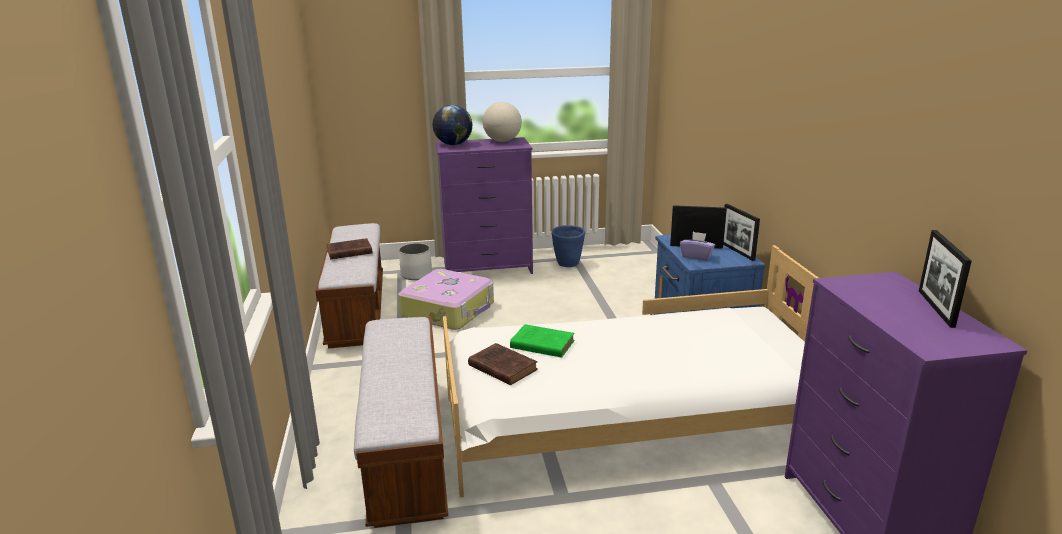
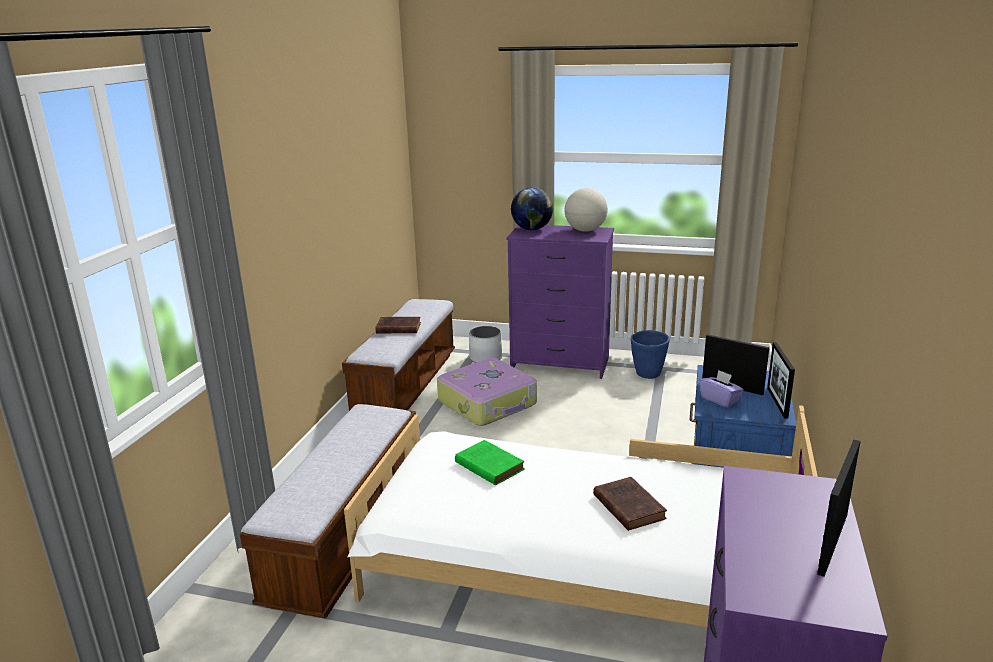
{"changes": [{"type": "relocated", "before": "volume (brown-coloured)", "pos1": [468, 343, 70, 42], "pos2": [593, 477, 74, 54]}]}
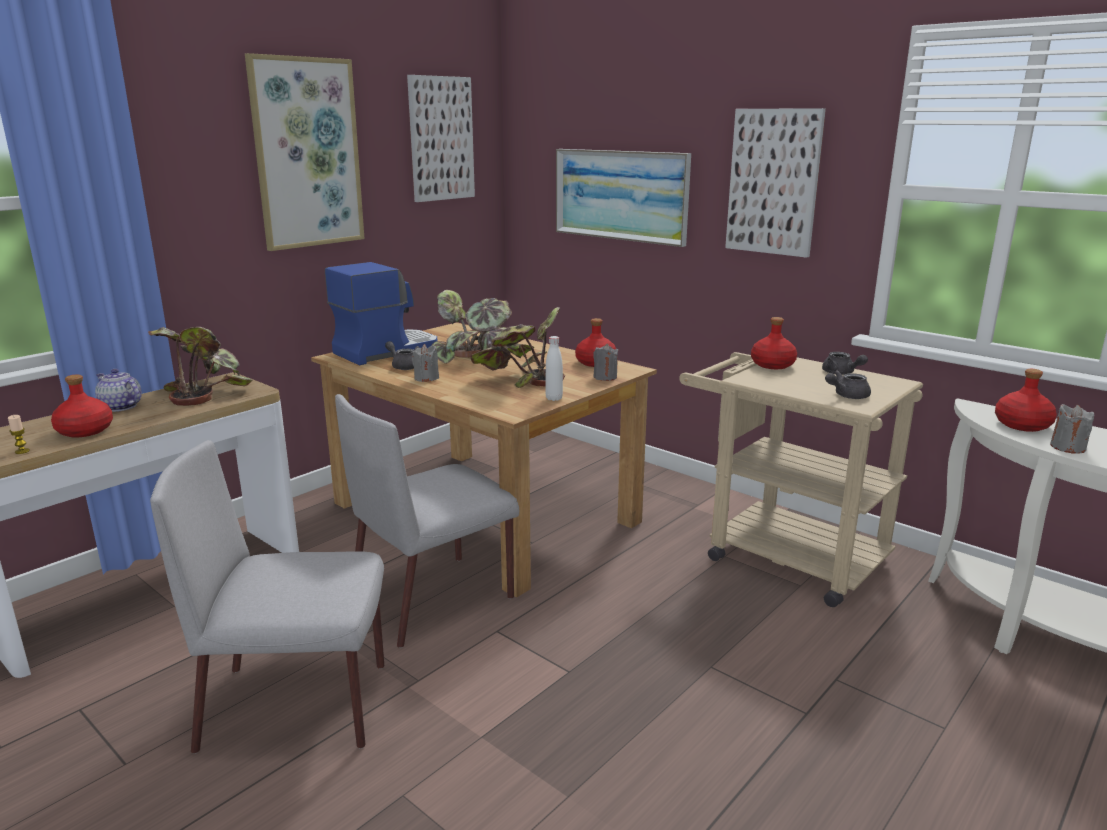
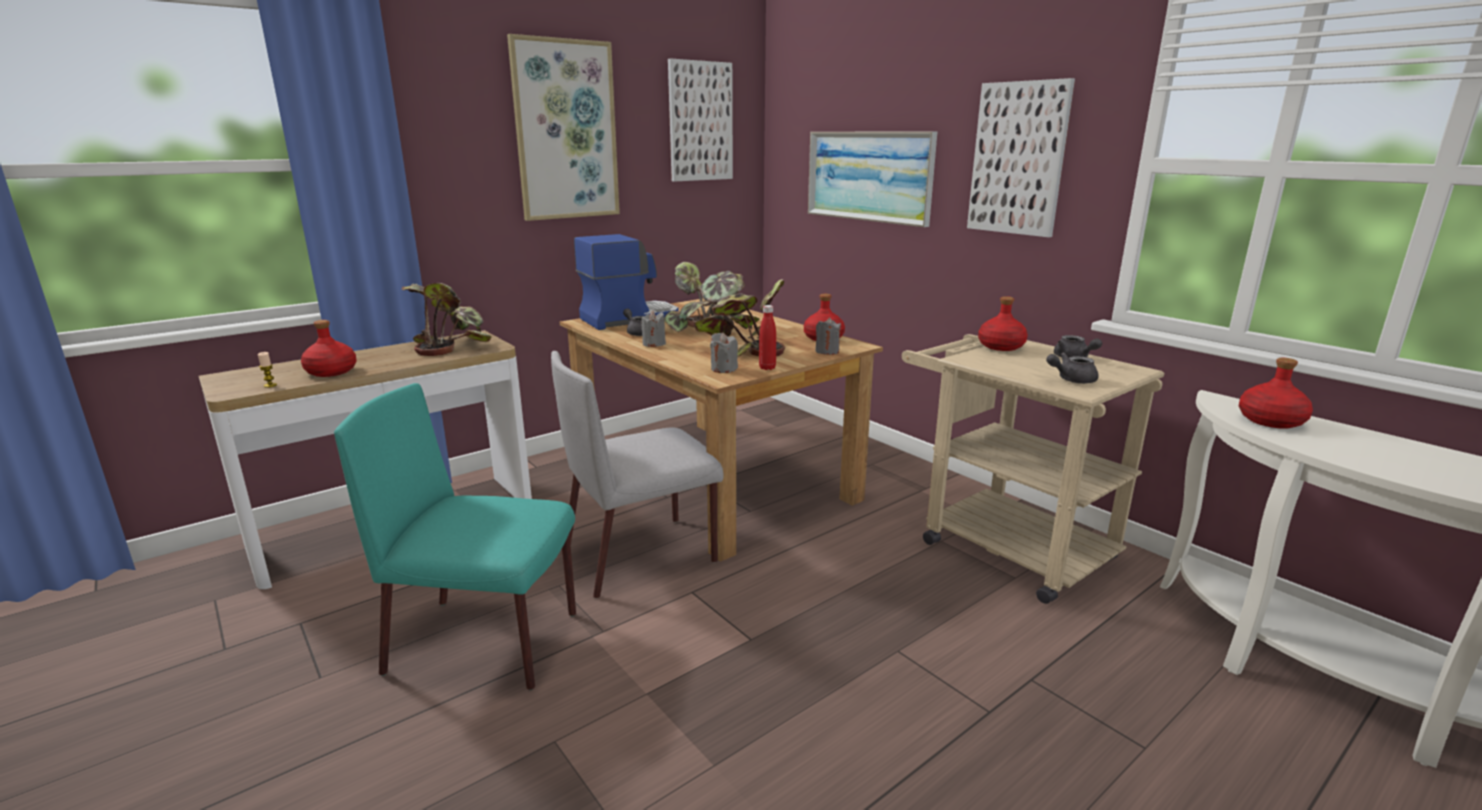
{"changes": [{"type": "missing", "before": "teapot", "pos1": [95, 369, 47, 43]}, {"type": "colour", "before": "chair (grey)", "after": "chair (blue-green)", "pos1": [150, 440, 234, 314], "pos2": [334, 383, 242, 307]}, {"type": "colour", "before": "bottle (whitish)", "after": "bottle (red-coloured)", "pos1": [546, 336, 17, 65], "pos2": [759, 305, 17, 65]}, {"type": "relocated", "before": "candle (grey)", "pos1": [1050, 404, 44, 50], "pos2": [710, 332, 28, 41]}]}
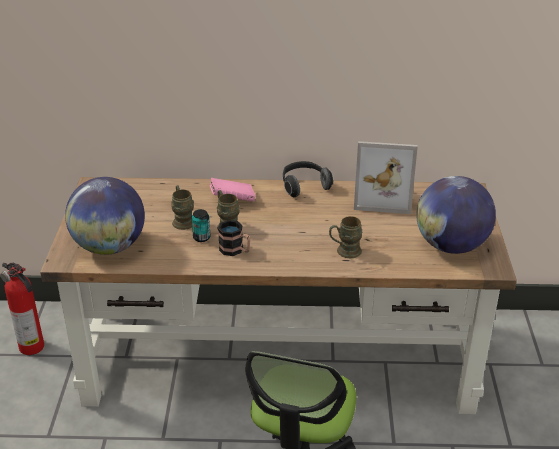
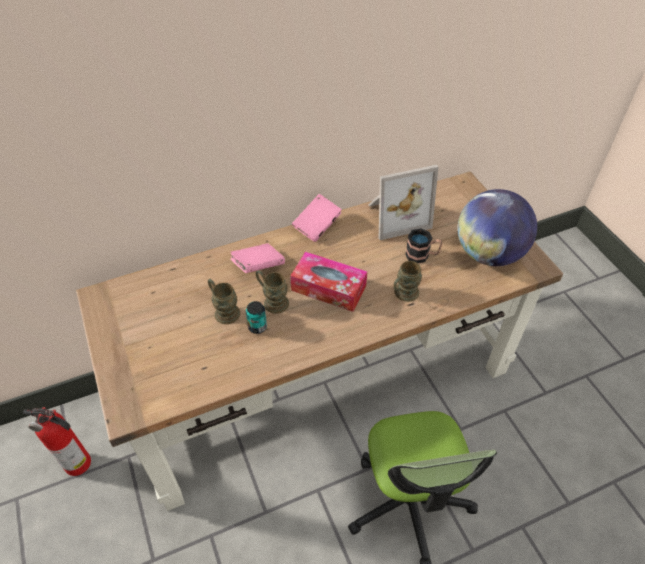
{"changes": [{"type": "missing", "before": "world globe", "pos1": [65, 177, 80, 78]}, {"type": "relocated", "before": "tea mug", "pos1": [218, 220, 32, 36], "pos2": [405, 228, 37, 35]}, {"type": "exchanged", "before": "pair of headphones", "after": "volume (pink)", "pos1": [283, 161, 50, 36], "pos2": [292, 194, 50, 48]}, {"type": "appeared", "after": "tissue box", "pos2": [290, 252, 77, 60]}]}
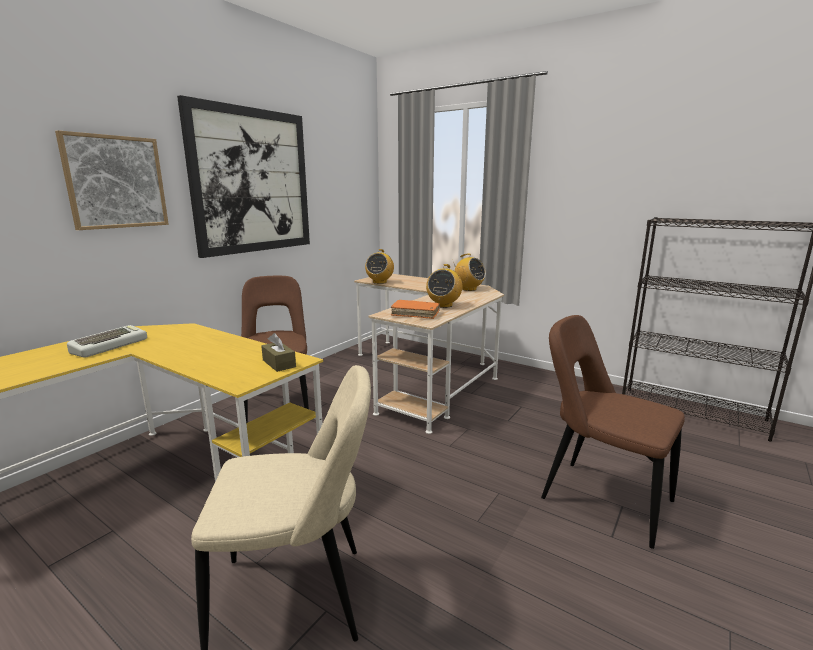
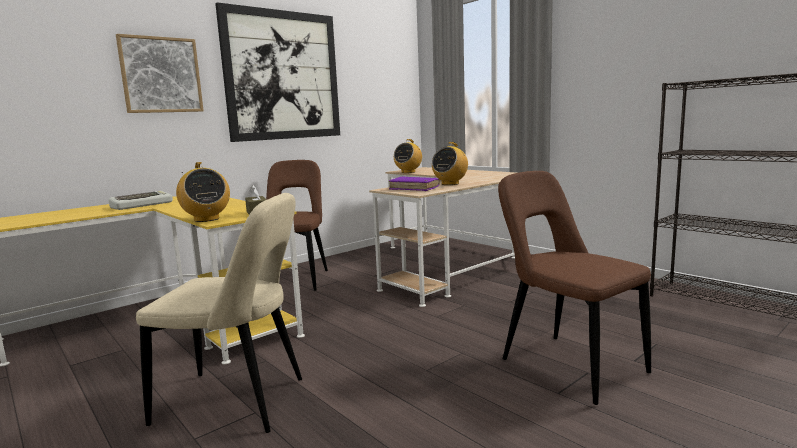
{"changes": [{"type": "colour", "before": "volume (orange)", "after": "volume (purple-coloured)", "pos1": [391, 300, 49, 19], "pos2": [389, 176, 51, 15]}, {"type": "relocated", "before": "radio set", "pos1": [452, 254, 34, 37], "pos2": [176, 162, 54, 60]}]}
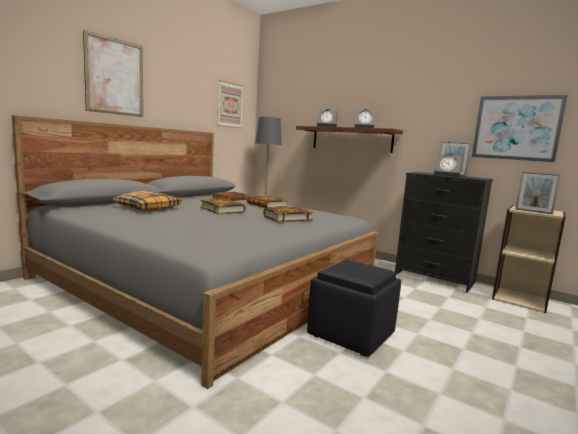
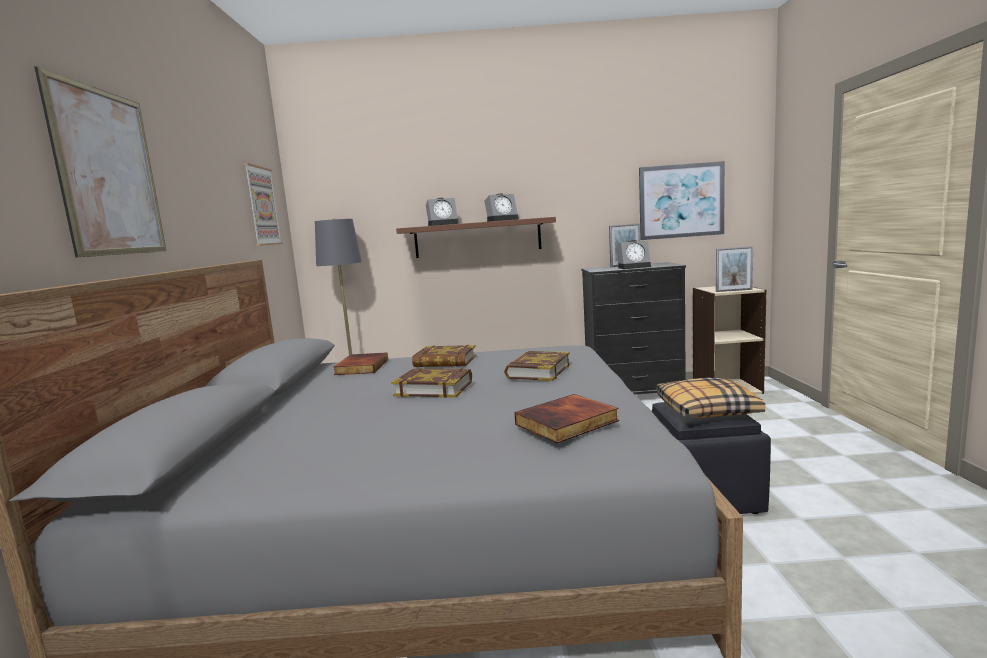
{"changes": [{"type": "relocated", "before": "pillow", "pos1": [113, 191, 69, 20], "pos2": [657, 377, 108, 41]}, {"type": "appeared", "after": "volume", "pos2": [514, 394, 105, 49]}]}
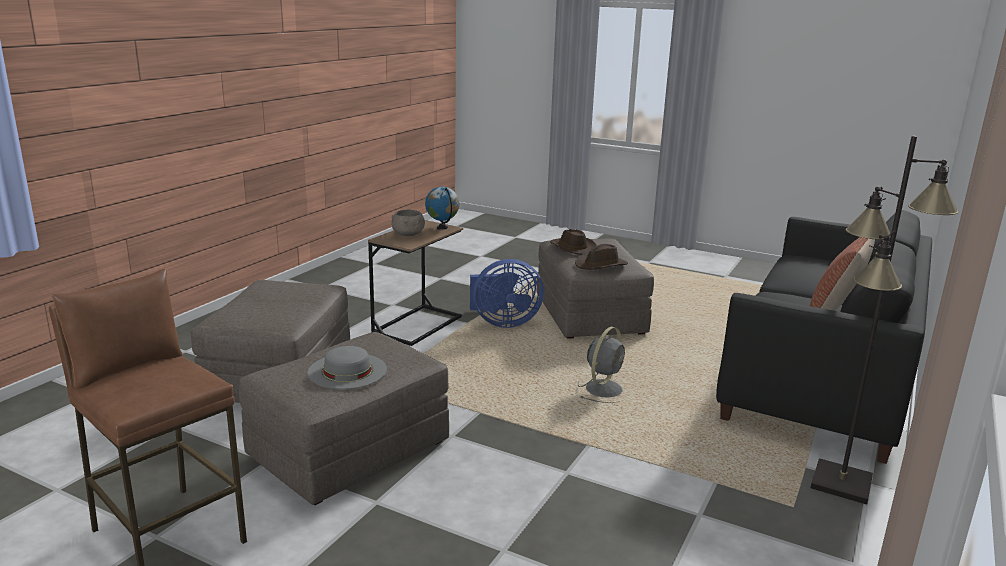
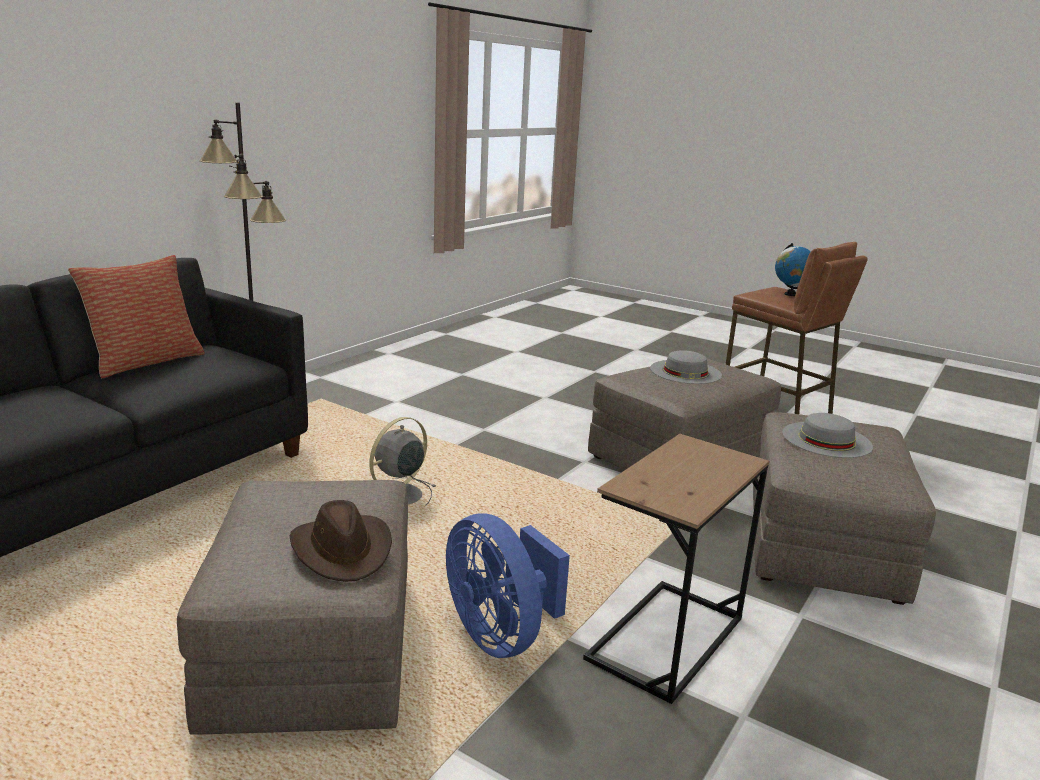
{"changes": [{"type": "missing", "before": "serving bowl (grey)", "pos1": [392, 209, 33, 27]}, {"type": "relocated", "before": "world globe", "pos1": [425, 187, 34, 43], "pos2": [775, 243, 36, 53]}, {"type": "spun", "before": "cooling fan (blue-coloured)", "pos1": [470, 259, 74, 69], "pos2": [446, 513, 124, 145], "turn": -120}, {"type": "missing", "before": "clothing hat (brown-coloured)", "pos1": [575, 244, 53, 26]}, {"type": "appeared", "after": "clothing hat (grey)", "pos2": [782, 413, 91, 45]}]}
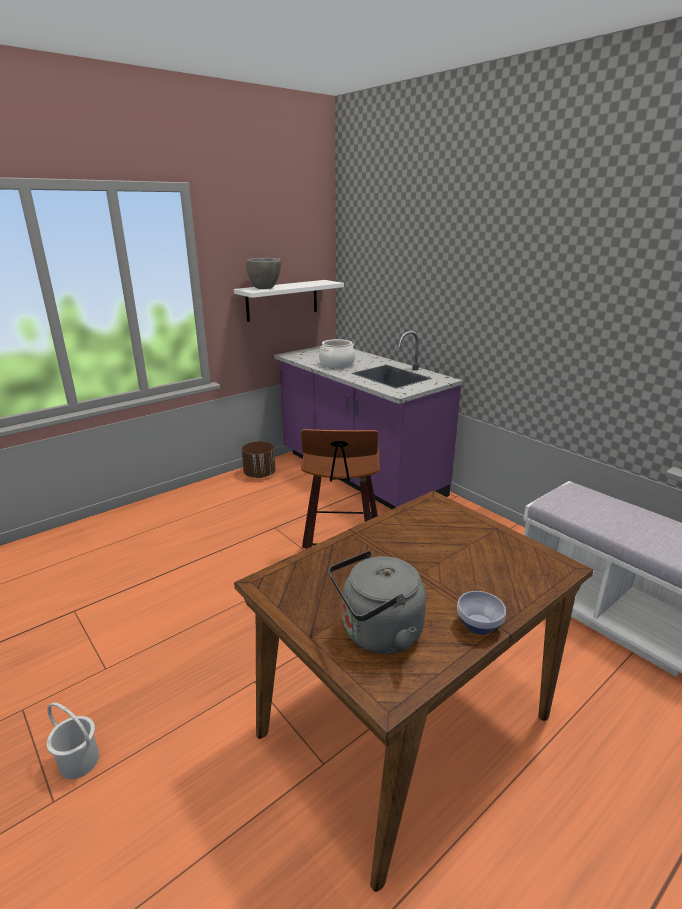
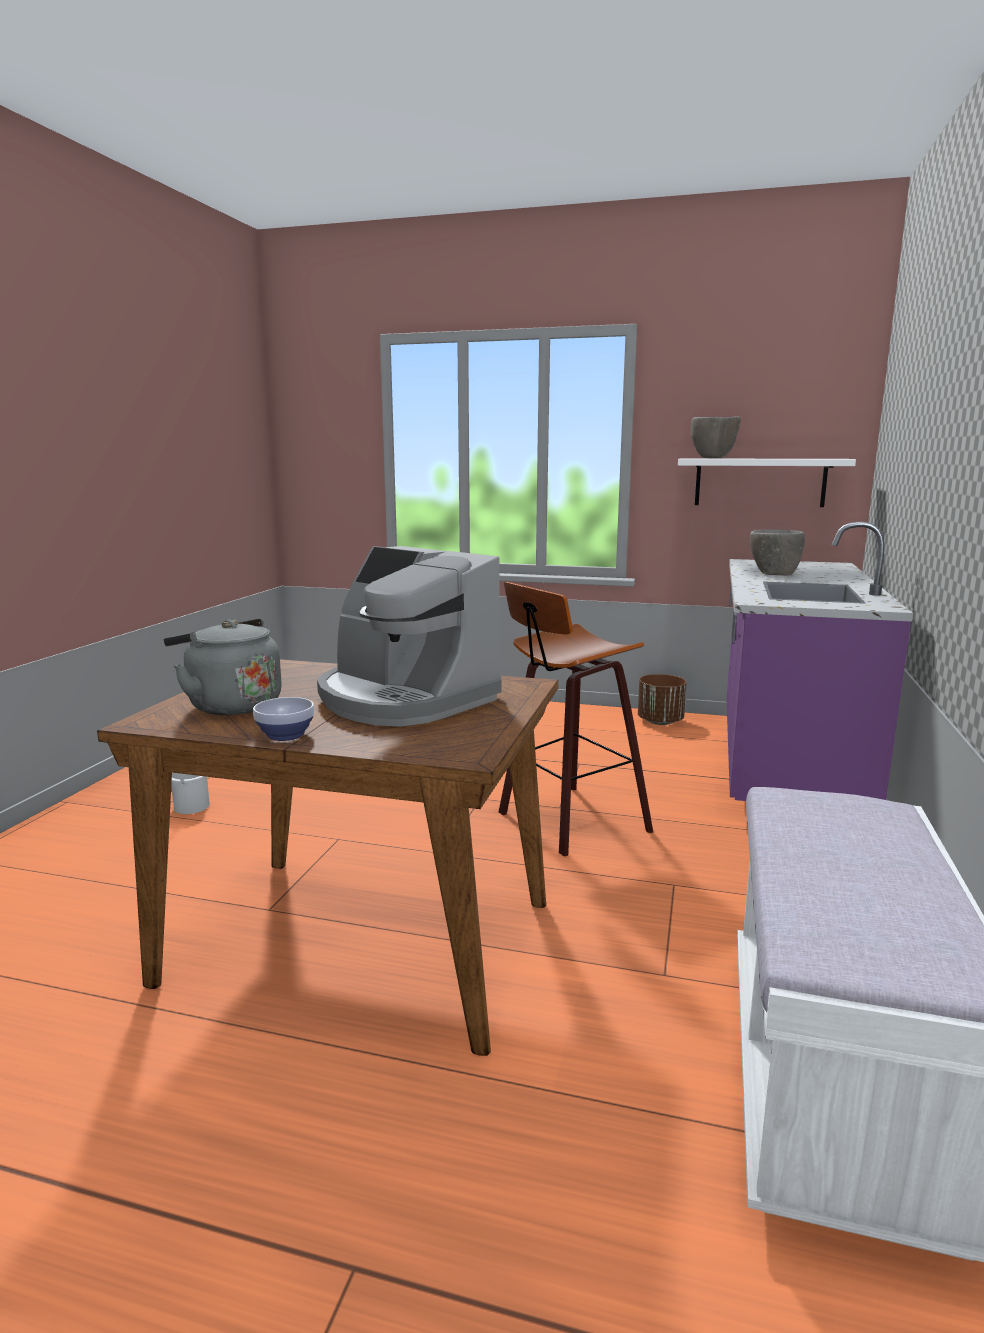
{"changes": [{"type": "exchanged", "before": "cooking pot", "after": "serving bowl (grey)", "pos1": [319, 339, 36, 30], "pos2": [750, 529, 55, 46]}, {"type": "appeared", "after": "coffee machine", "pos2": [317, 546, 184, 181]}]}
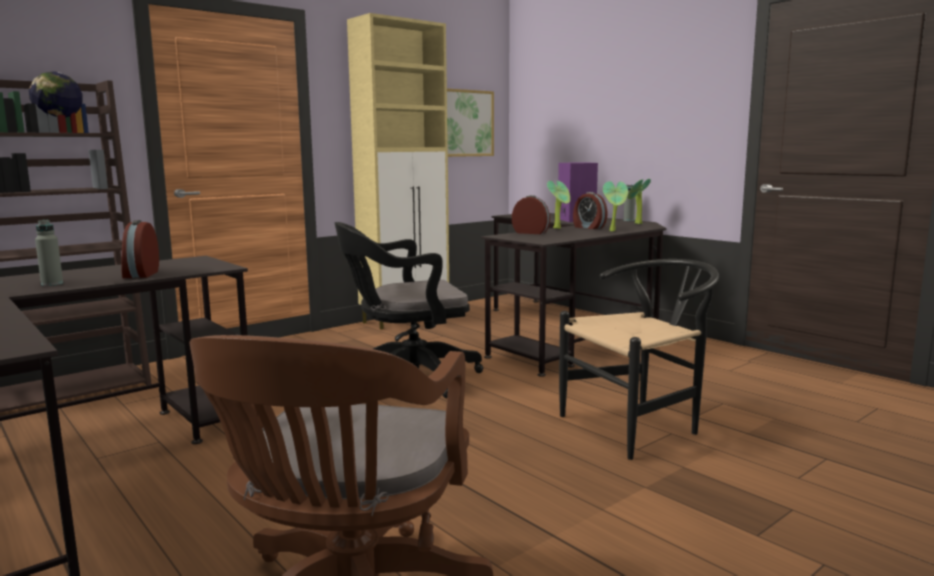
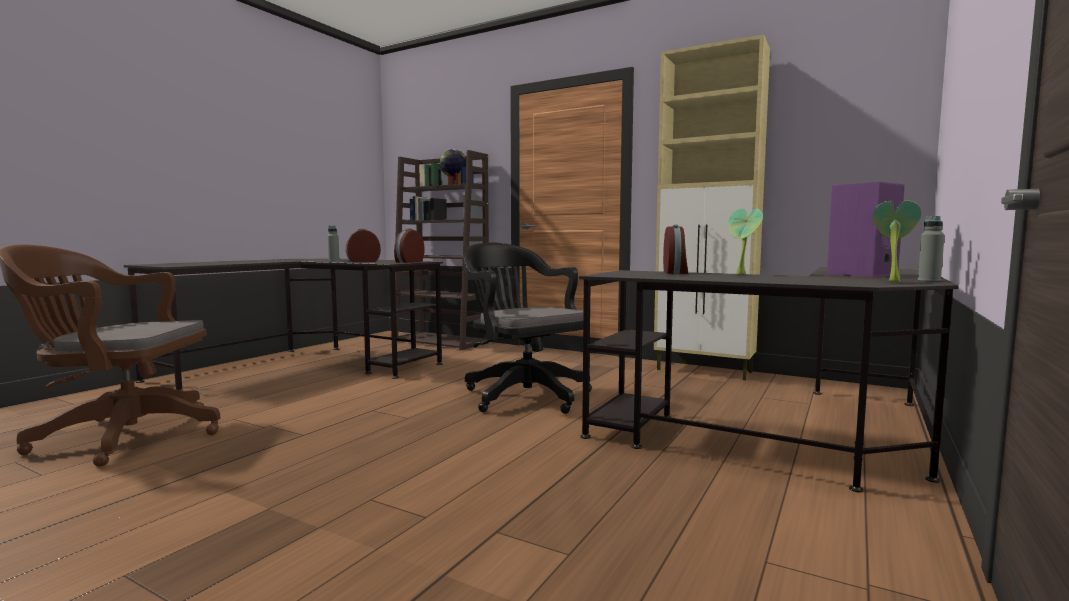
{"changes": [{"type": "missing", "before": "wall picture", "pos1": [447, 88, 47, 69]}, {"type": "missing", "before": "chair (blackish)", "pos1": [559, 259, 160, 201]}, {"type": "relocated", "before": "bedside clock", "pos1": [573, 192, 34, 37], "pos2": [394, 228, 31, 35]}, {"type": "missing", "before": "plant in a pot", "pos1": [603, 181, 25, 51]}]}
